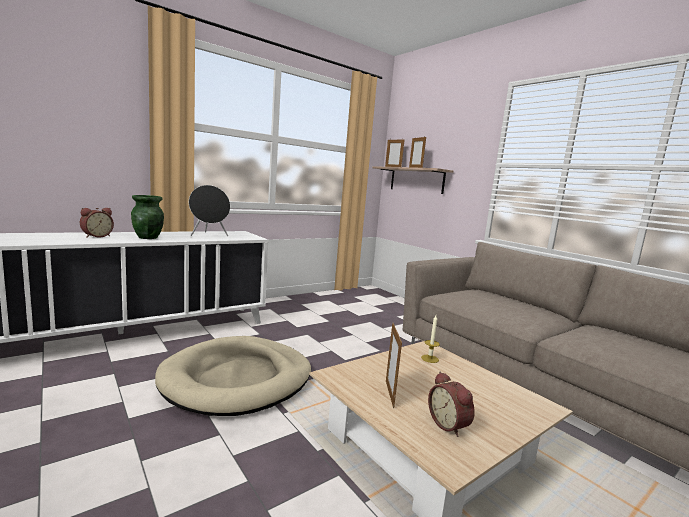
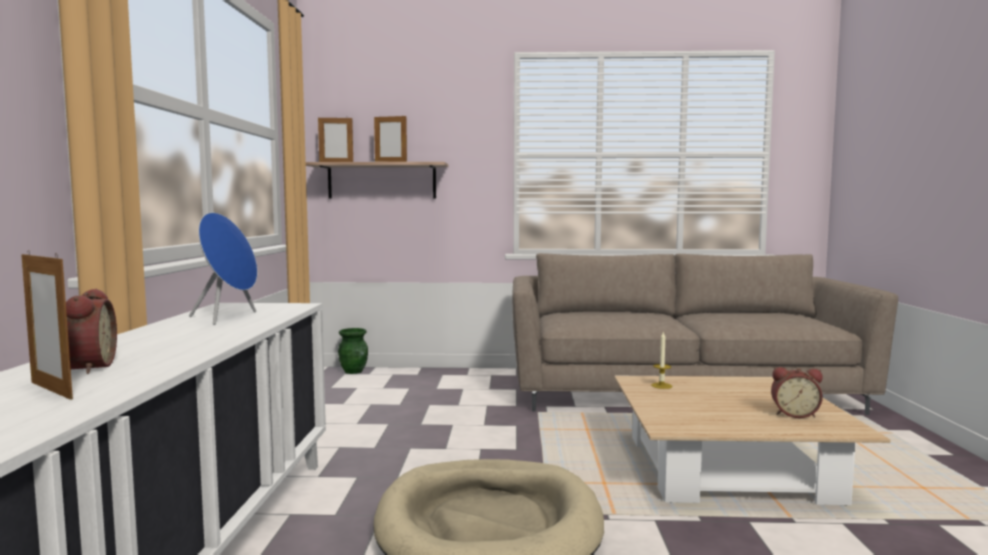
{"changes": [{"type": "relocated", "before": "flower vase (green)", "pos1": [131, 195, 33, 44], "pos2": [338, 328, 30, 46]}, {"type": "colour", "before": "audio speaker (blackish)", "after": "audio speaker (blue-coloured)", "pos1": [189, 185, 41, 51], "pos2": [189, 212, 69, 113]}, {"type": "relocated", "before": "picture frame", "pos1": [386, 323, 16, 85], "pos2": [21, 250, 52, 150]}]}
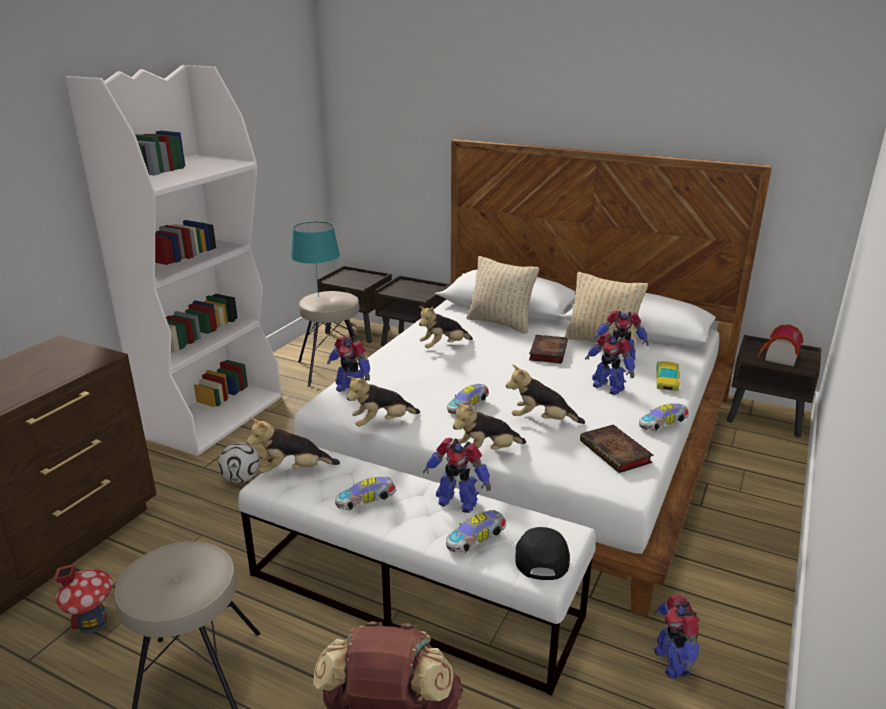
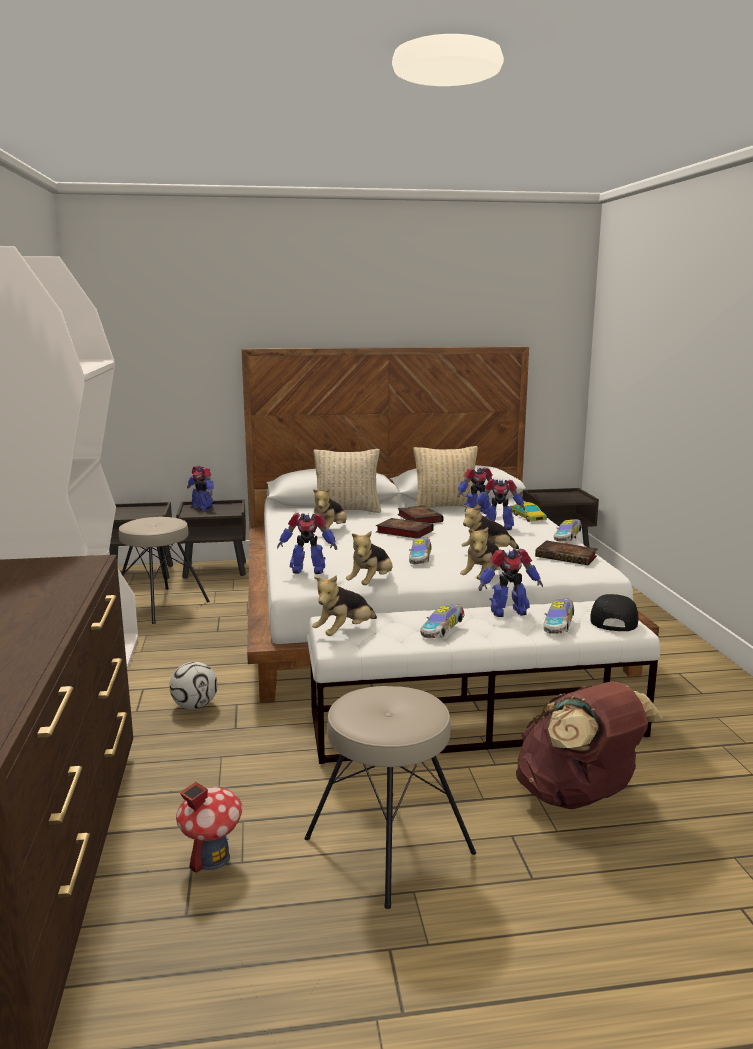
{"changes": [{"type": "missing", "before": "lamp for a table (blue-green)", "pos1": [291, 221, 49, 76]}, {"type": "spun", "before": "peaked cap (blackish)", "pos1": [515, 527, 55, 53], "pos2": [590, 594, 49, 37], "turn": 45}, {"type": "relocated", "before": "toy robot", "pos1": [654, 595, 46, 84], "pos2": [187, 466, 27, 45]}, {"type": "missing", "before": "model house", "pos1": [758, 324, 45, 43]}, {"type": "appeared", "after": "volume", "pos2": [376, 518, 58, 21]}]}
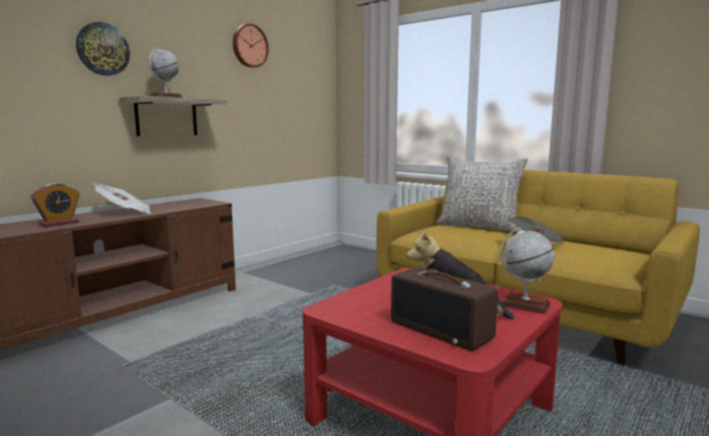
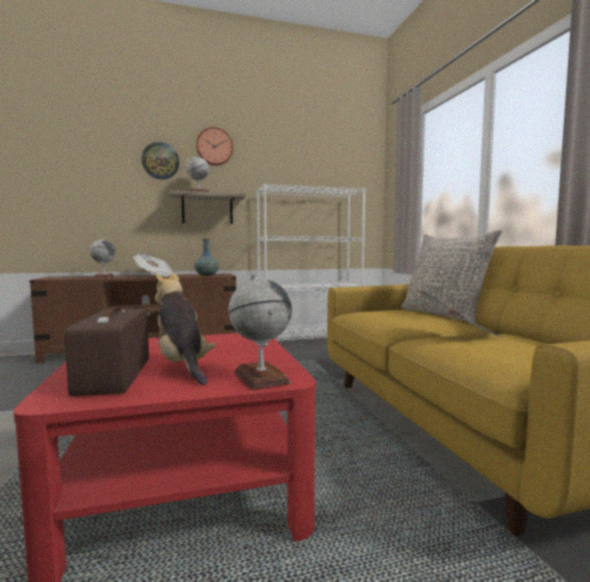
{"changes": [{"type": "exchanged", "before": "bedside clock", "after": "world globe", "pos1": [31, 183, 49, 44], "pos2": [90, 238, 26, 40]}, {"type": "relocated", "before": "wall clock", "pos1": [233, 24, 36, 44], "pos2": [196, 127, 37, 39]}, {"type": "appeared", "after": "flower vase", "pos2": [194, 239, 25, 37]}, {"type": "appeared", "after": "shelving unit (whitish)", "pos2": [256, 183, 110, 158]}]}
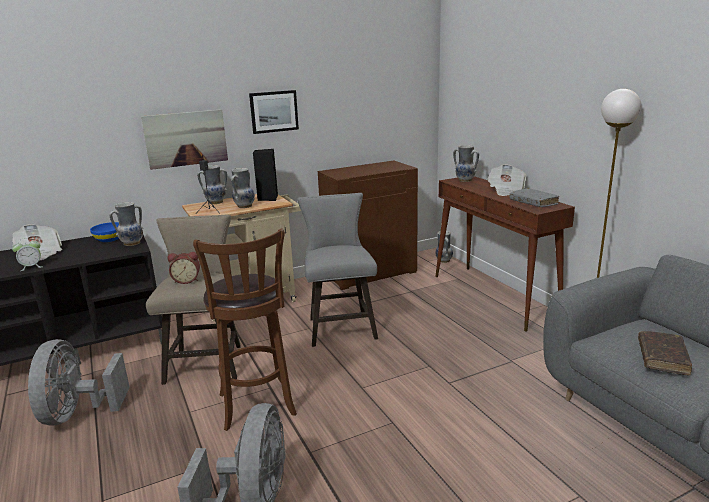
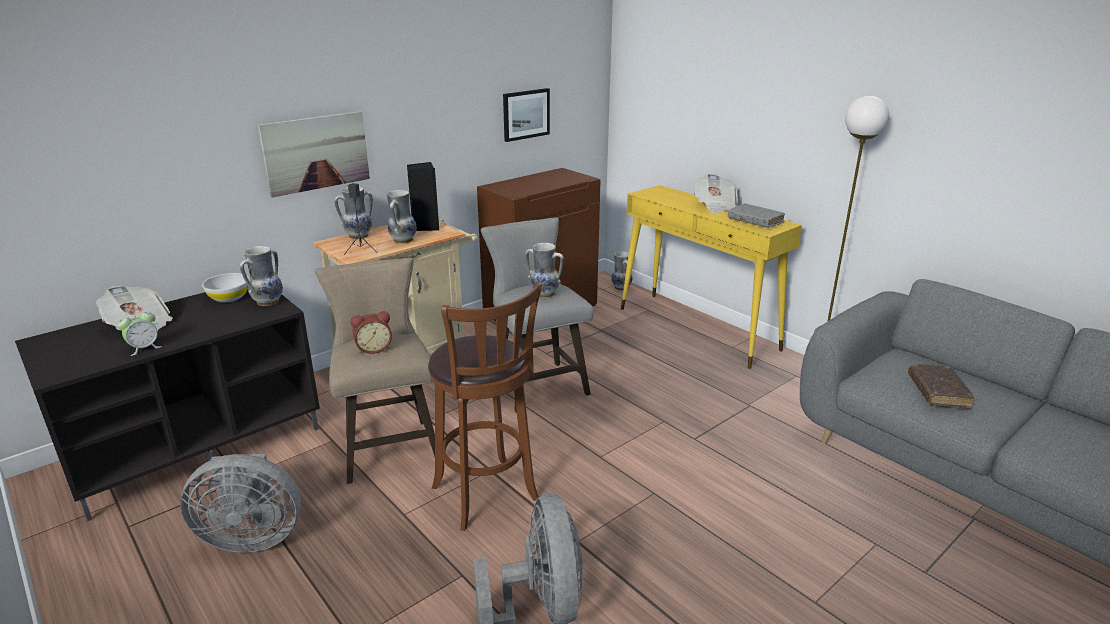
{"changes": [{"type": "spun", "before": "cooling fan (grey)", "pos1": [28, 339, 102, 86], "pos2": [180, 454, 121, 98], "turn": -75}, {"type": "colour", "before": "serving bowl (blue-coloured)", "after": "serving bowl (whitish)", "pos1": [90, 222, 29, 20], "pos2": [202, 273, 47, 30]}, {"type": "relocated", "before": "wall picture", "pos1": [249, 90, 50, 44], "pos2": [503, 88, 47, 54]}, {"type": "colour", "before": "console table (brown-coloured)", "after": "console table (yellowish)", "pos1": [435, 176, 140, 156], "pos2": [621, 185, 181, 184]}, {"type": "relocated", "before": "flower vase", "pos1": [453, 145, 26, 37], "pos2": [525, 243, 39, 55]}]}
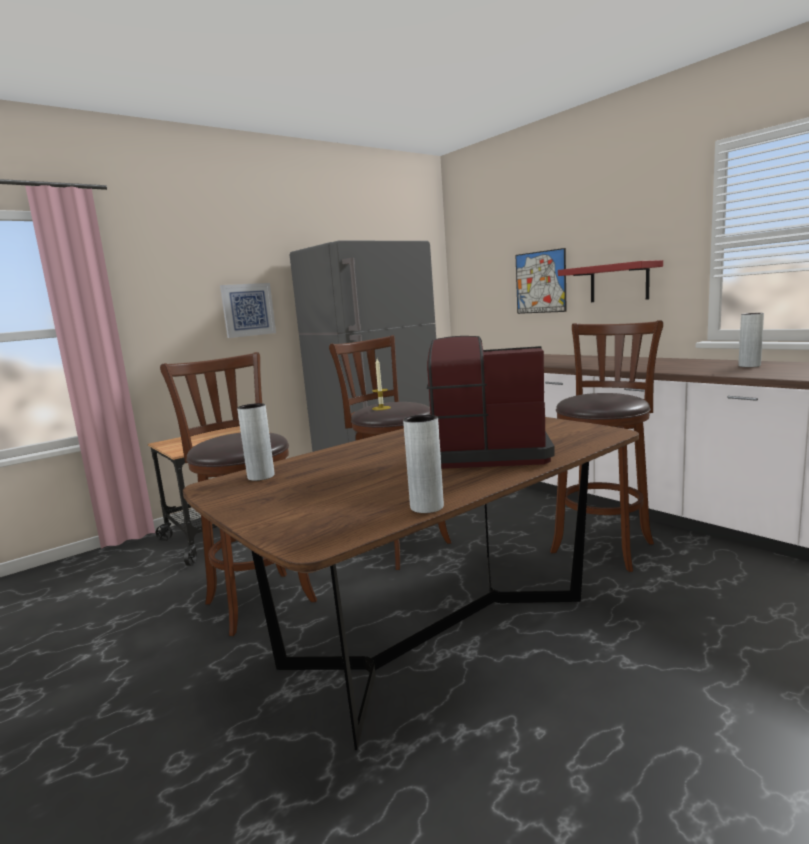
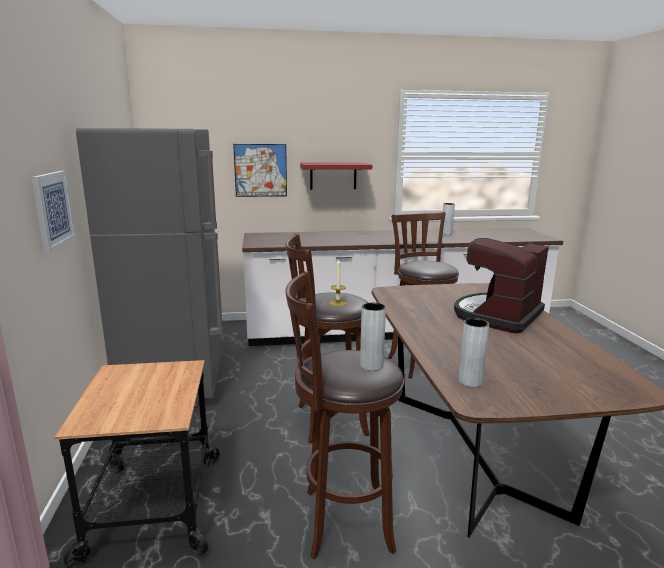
{"changes": [{"type": "relocated", "before": "flower vase (grey)", "pos1": [403, 415, 41, 98], "pos2": [360, 302, 26, 69]}]}
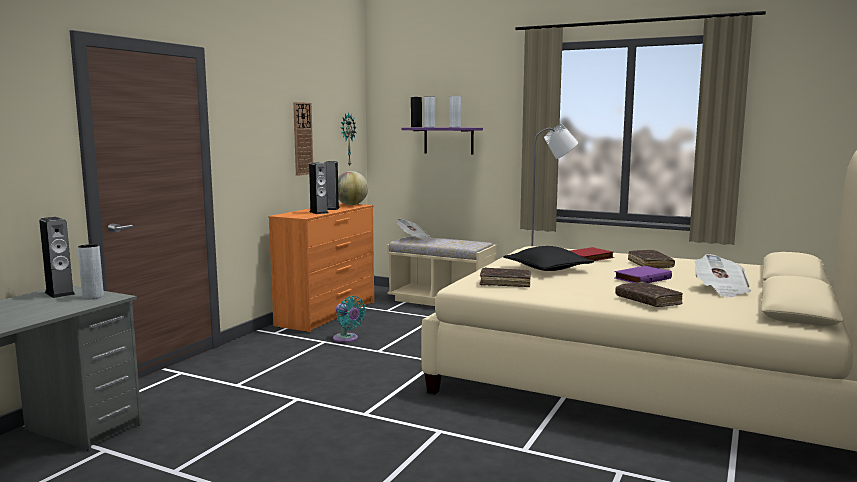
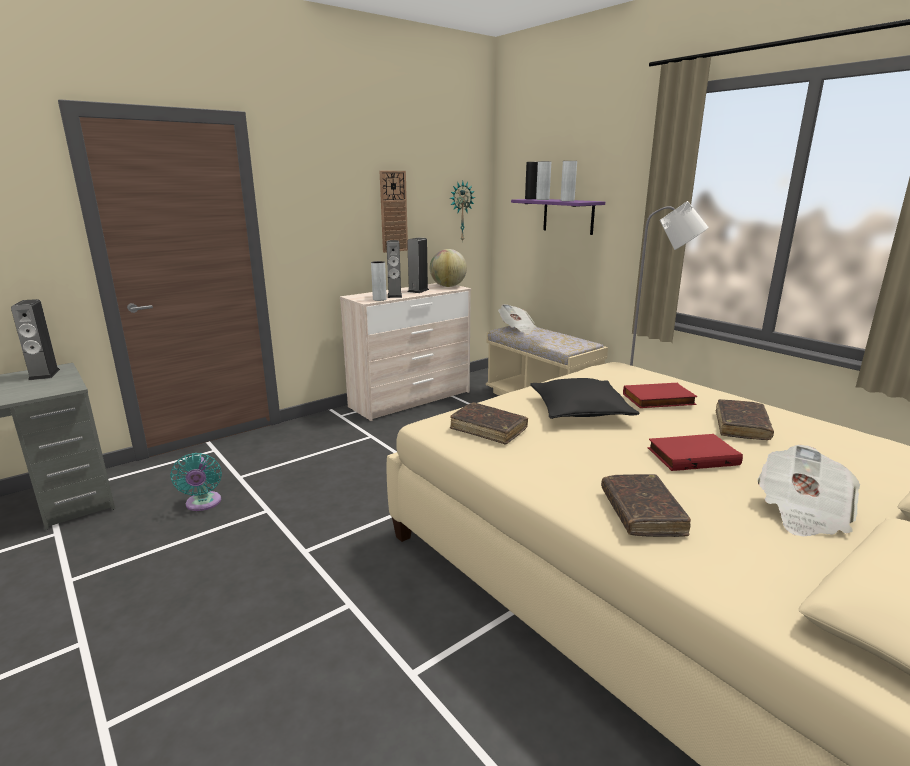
{"changes": [{"type": "relocated", "before": "flower vase (grey)", "pos1": [78, 244, 26, 55], "pos2": [371, 261, 16, 40]}, {"type": "colour", "before": "drawer chest (orange)", "after": "drawer chest (sand-coloured)", "pos1": [269, 203, 105, 129], "pos2": [340, 283, 131, 138]}, {"type": "relocated", "before": "cooling fan (blue-green)", "pos1": [333, 296, 33, 47], "pos2": [170, 453, 52, 58]}, {"type": "colour", "before": "volume (purple-coloured)", "after": "volume (red-coloured)", "pos1": [614, 266, 58, 17], "pos2": [648, 434, 95, 37]}]}
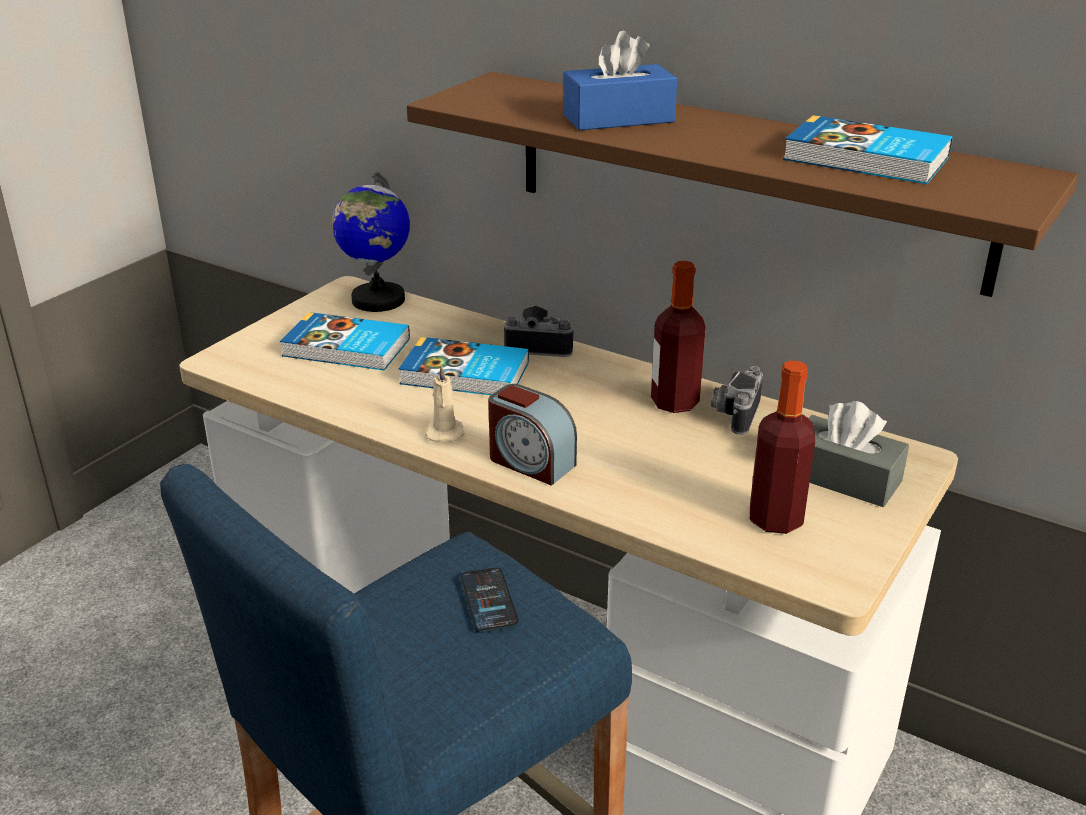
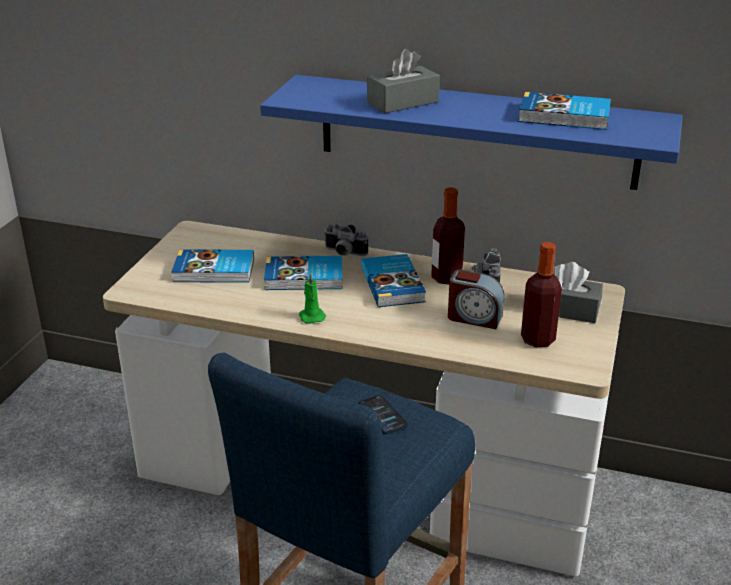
{"changes": [{"type": "missing", "before": "world globe", "pos1": [332, 172, 78, 140]}, {"type": "colour", "before": "shelf (brown-coloured)", "after": "shelf (blue-coloured)", "pos1": [407, 72, 672, 225], "pos2": [260, 75, 423, 115]}, {"type": "colour", "before": "candle (sand-coloured)", "after": "candle (green)", "pos1": [425, 364, 40, 78], "pos2": [299, 273, 27, 51]}, {"type": "relocated", "before": "bedside clock", "pos1": [488, 384, 89, 101], "pos2": [448, 269, 56, 60]}, {"type": "spun", "before": "photo camera", "pos1": [504, 305, 71, 52], "pos2": [324, 224, 44, 32], "turn": -150}, {"type": "colour", "before": "tissue box (blue-coloured)", "after": "tissue box (grey)", "pos1": [563, 31, 114, 99], "pos2": [367, 49, 73, 64]}, {"type": "appeared", "after": "volume", "pos2": [361, 254, 65, 53]}]}
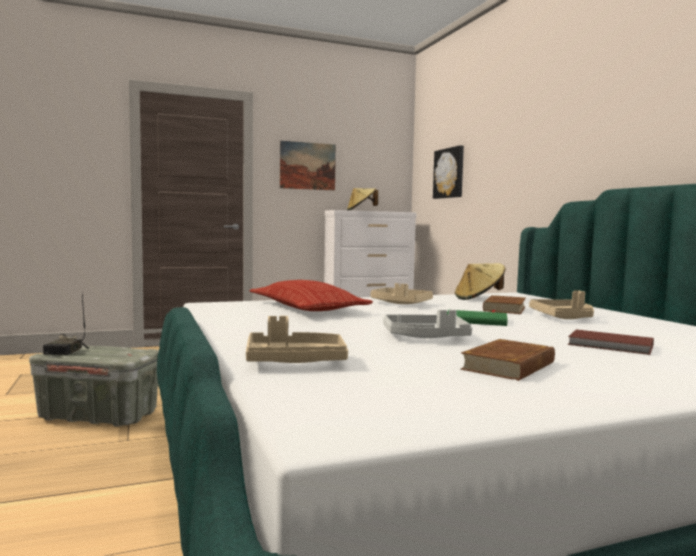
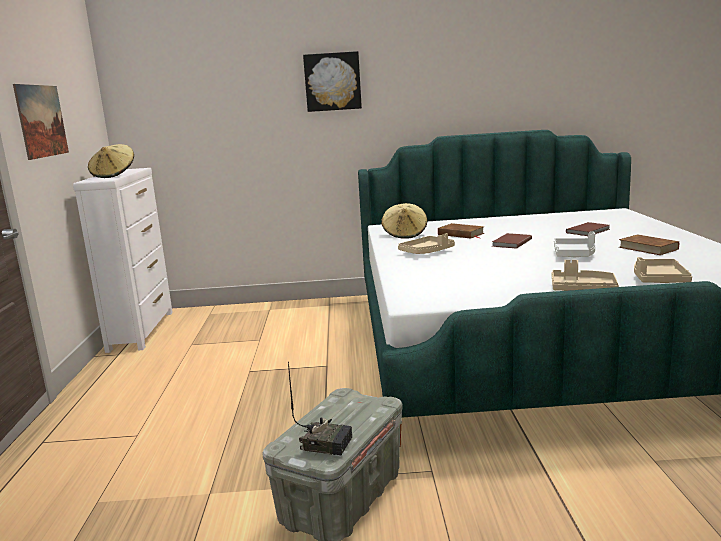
{"changes": [{"type": "missing", "before": "pillow", "pos1": [250, 280, 123, 31]}, {"type": "relocated", "before": "wall picture", "pos1": [433, 145, 31, 54], "pos2": [303, 51, 59, 61]}, {"type": "colour", "before": "volume (green)", "after": "volume (brown-coloured)", "pos1": [447, 310, 60, 16], "pos2": [492, 233, 40, 16]}, {"type": "relocated", "before": "tray (sand-coloured)", "pos1": [529, 290, 65, 29], "pos2": [552, 260, 67, 31]}]}
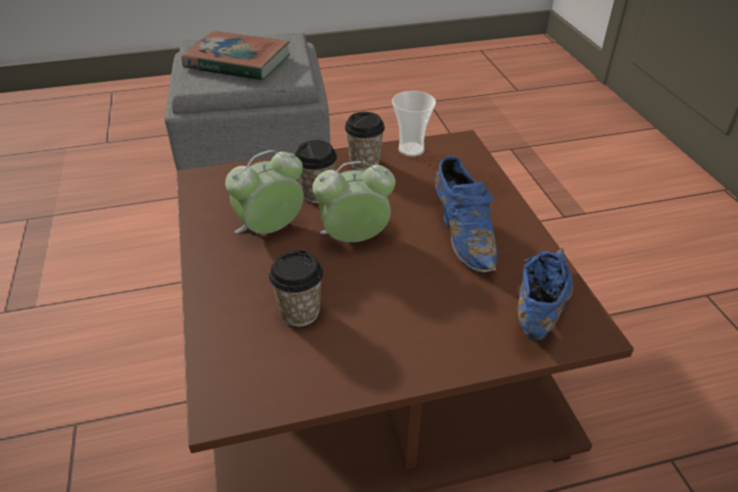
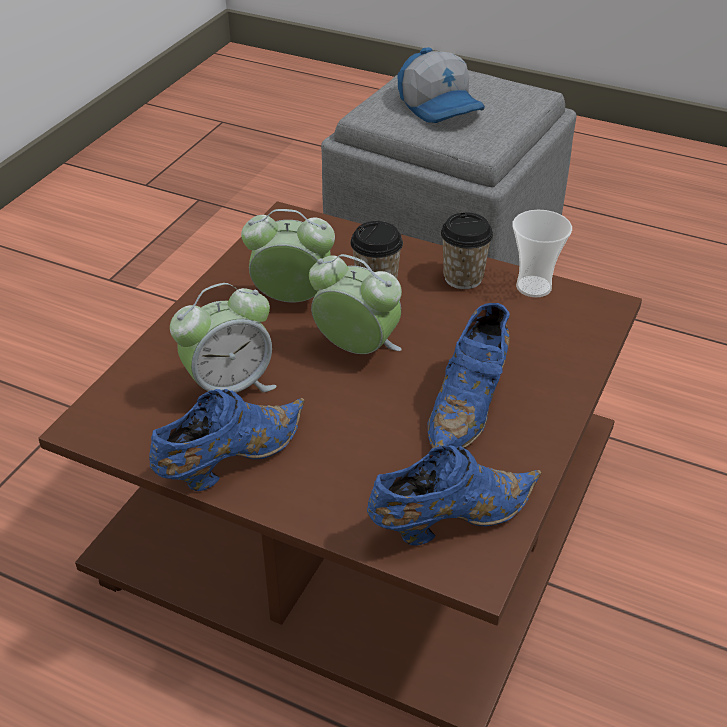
{"changes": [{"type": "exchanged", "before": "volume", "after": "peaked cap", "pos1": [181, 31, 109, 50], "pos2": [397, 47, 88, 76]}, {"type": "exchanged", "before": "drinking cup", "after": "bedside clock", "pos1": [269, 250, 54, 76], "pos2": [170, 283, 107, 110]}, {"type": "appeared", "after": "low shoe (blue-coloured)", "pos2": [149, 389, 156, 102]}]}
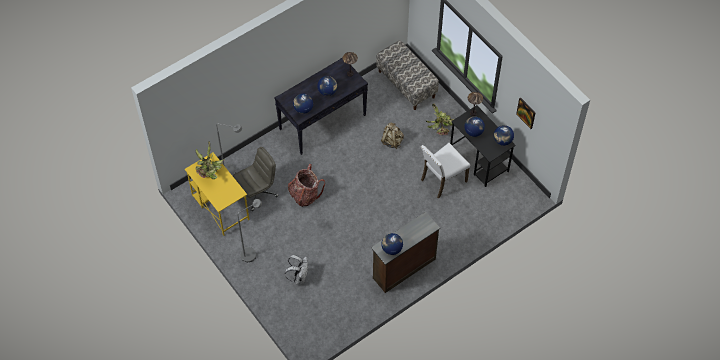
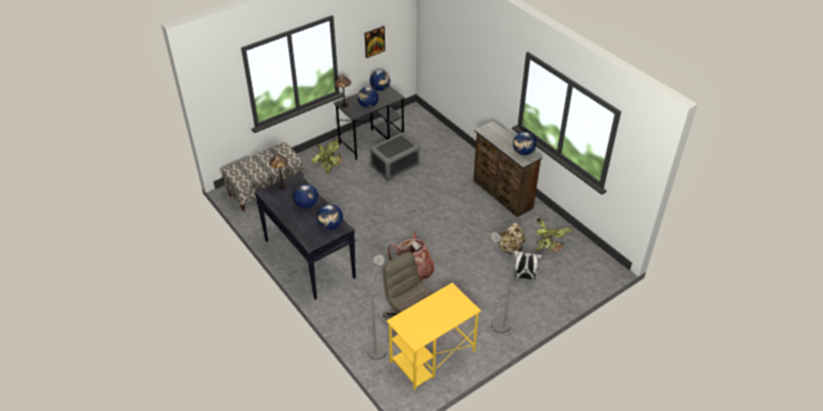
{"changes": [{"type": "relocated", "before": "plant in a pot", "pos1": [195, 141, 28, 38], "pos2": [534, 218, 39, 34]}, {"type": "relocated", "before": "rucksack (sand-coloured)", "pos1": [381, 122, 23, 27], "pos2": [499, 223, 27, 32]}, {"type": "exchanged", "before": "chair (whitish)", "after": "storage container (grey)", "pos1": [421, 143, 49, 56], "pos2": [370, 132, 50, 49]}]}
